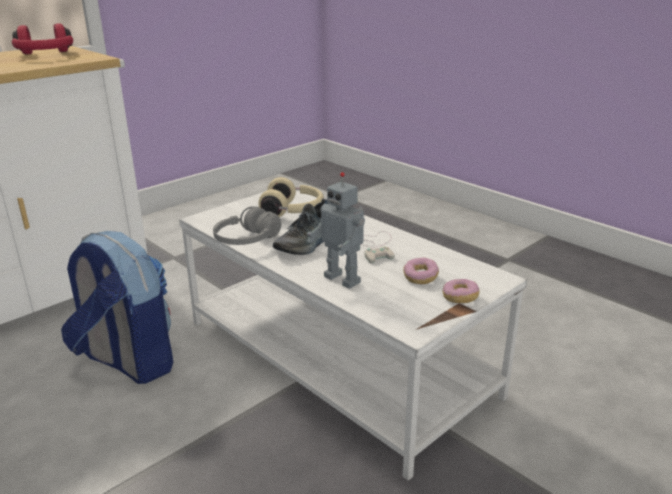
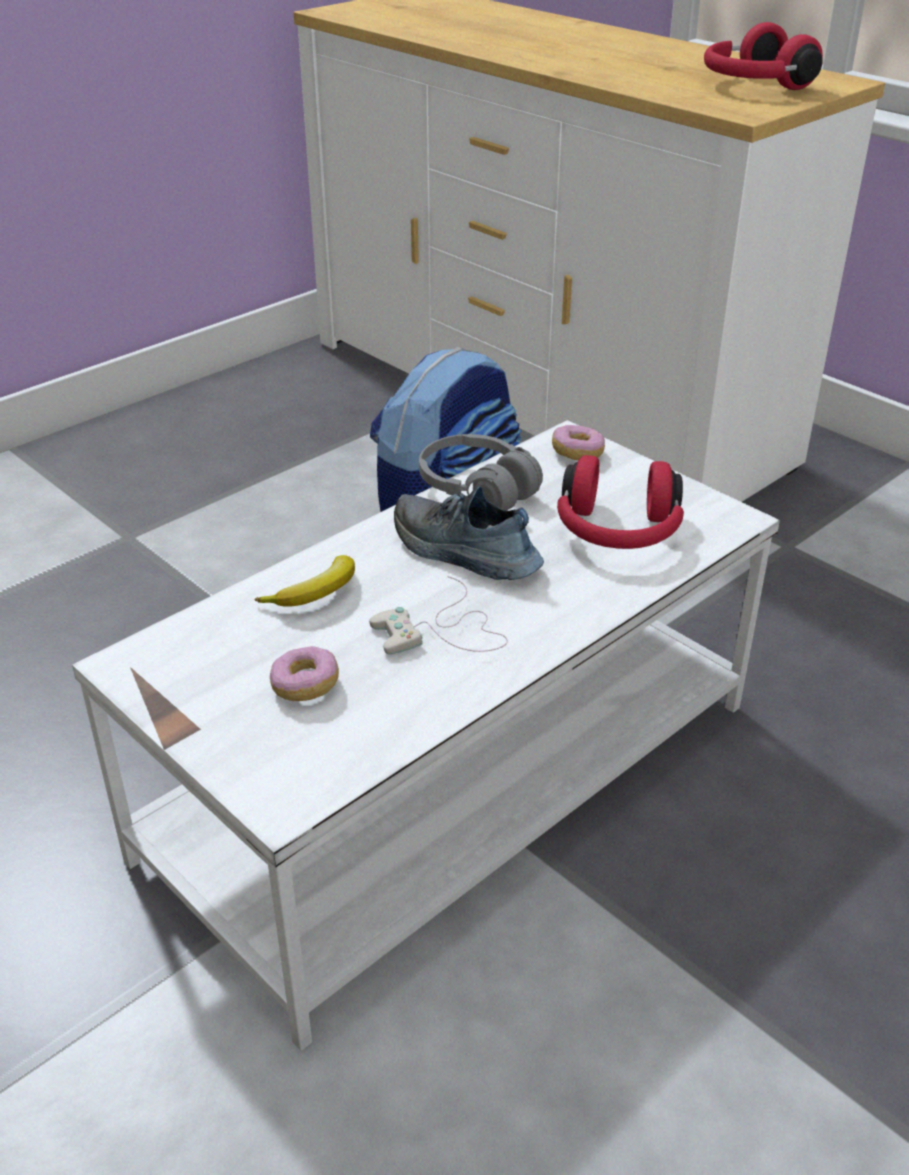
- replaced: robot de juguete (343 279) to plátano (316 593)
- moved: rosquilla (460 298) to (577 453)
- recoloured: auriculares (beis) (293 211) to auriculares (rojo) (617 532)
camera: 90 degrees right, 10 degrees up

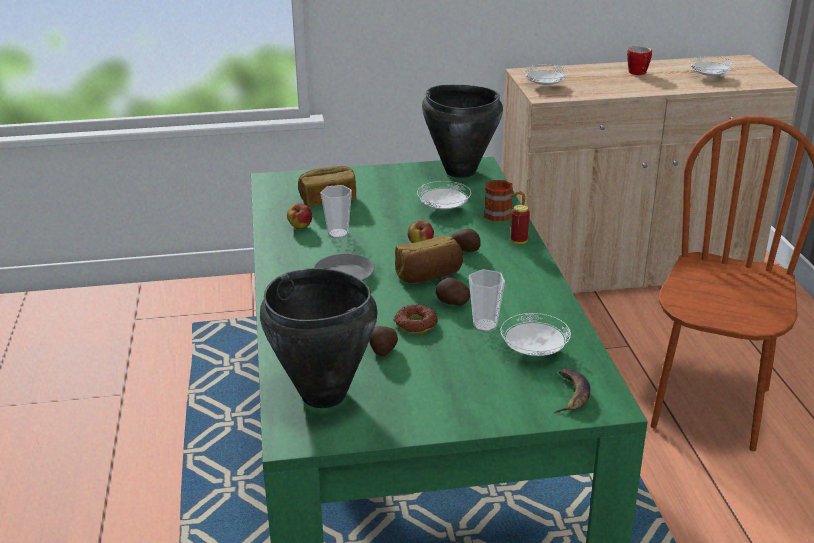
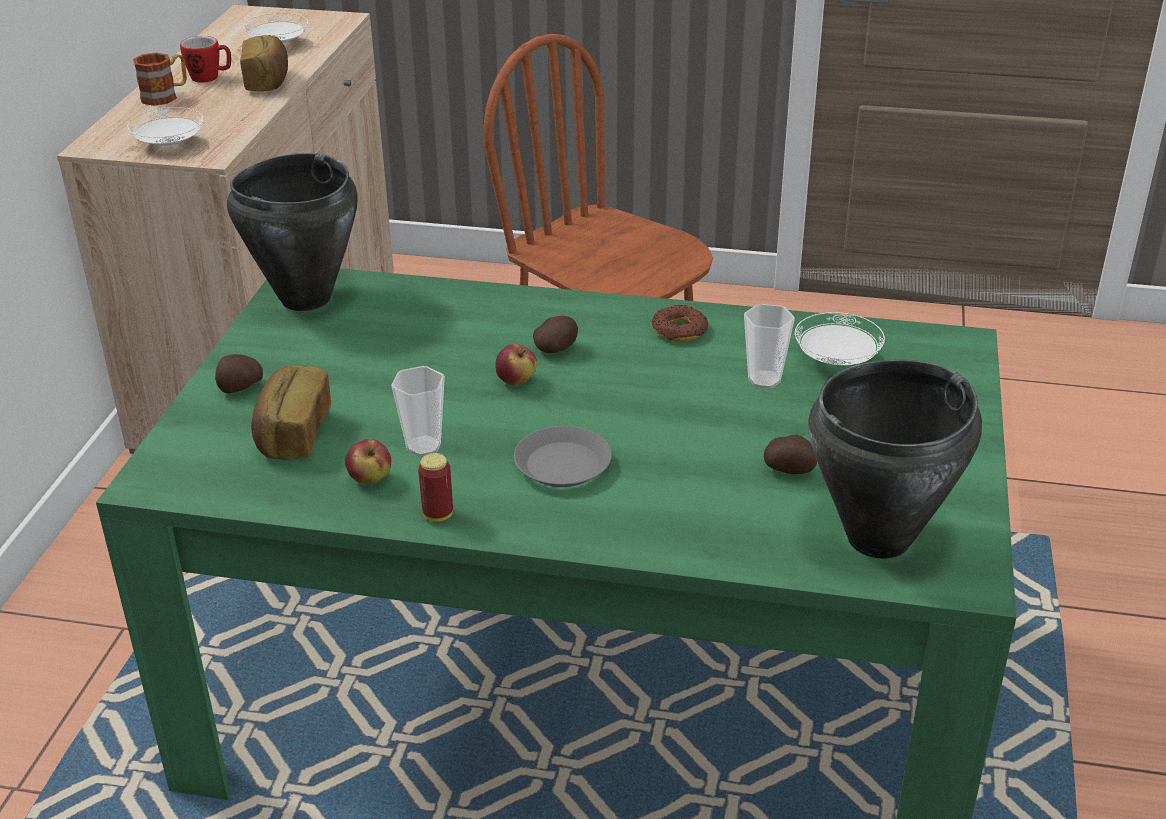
- moved: taza grande (504 216) to (165 96)
- moved: patata (452 303) to (240 388)
- moved: pan (429 275) to (268 81)
- moved: lata (519 241) to (438 514)
- moved: rosquilla (415 324) to (679 330)
- removed: plato (blanco) (443 208)
- removed: plátano (570 394)
camera: 70 degrees left, 5 degrees up

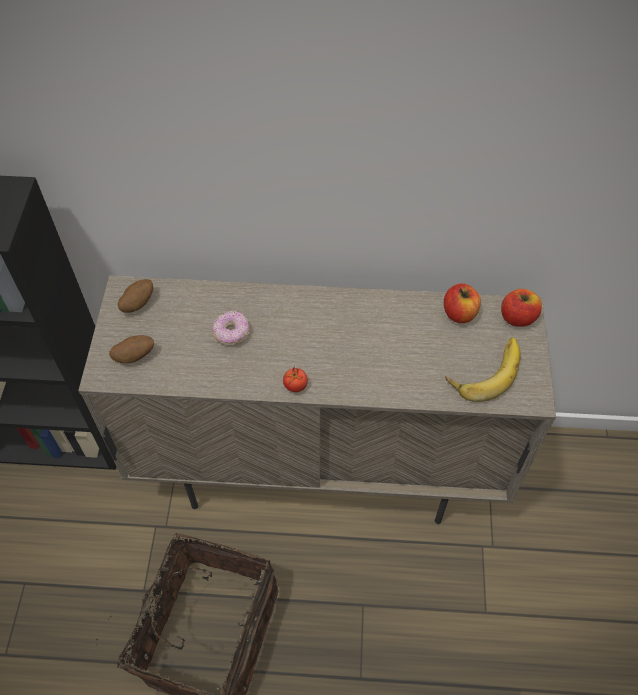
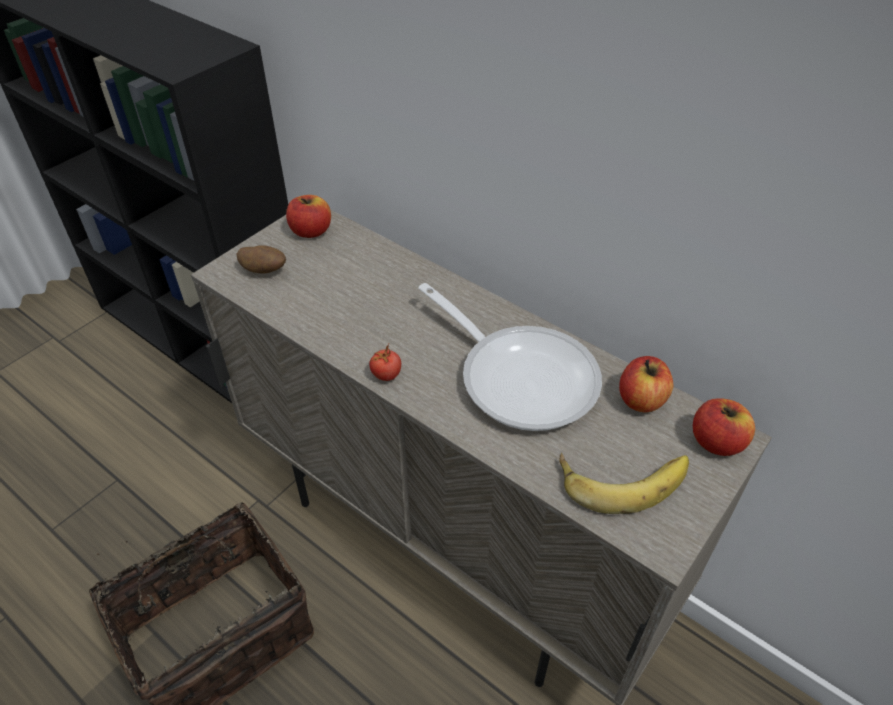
- replaced: patata (138 304) to manzana (311 231)
- added: sartén (520 376)
- removed: rosquilla (231 333)
camera: 35 degrees right, 10 degrees down

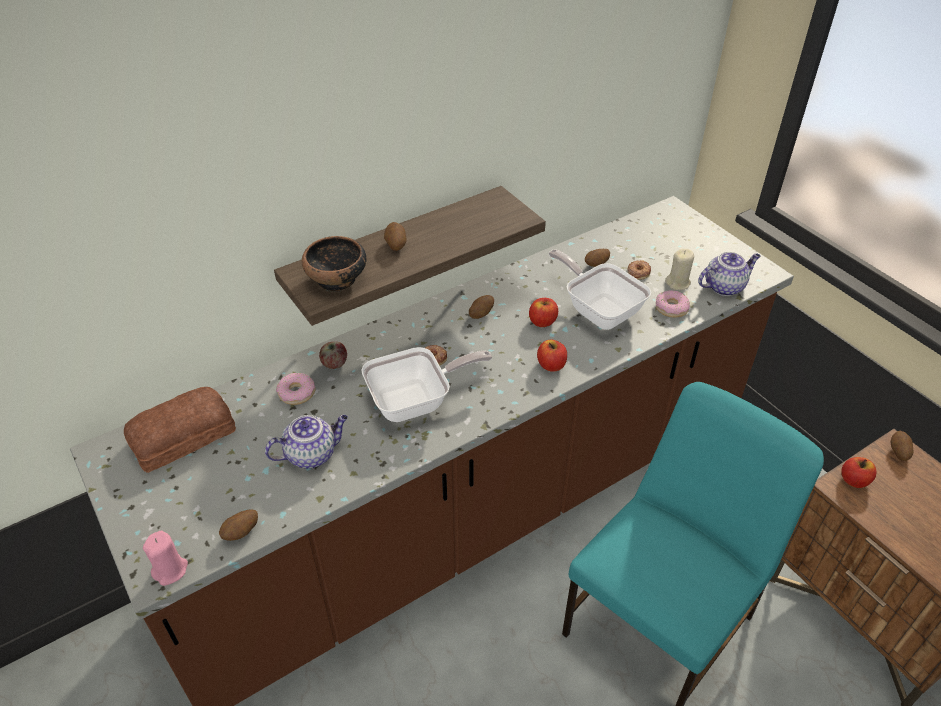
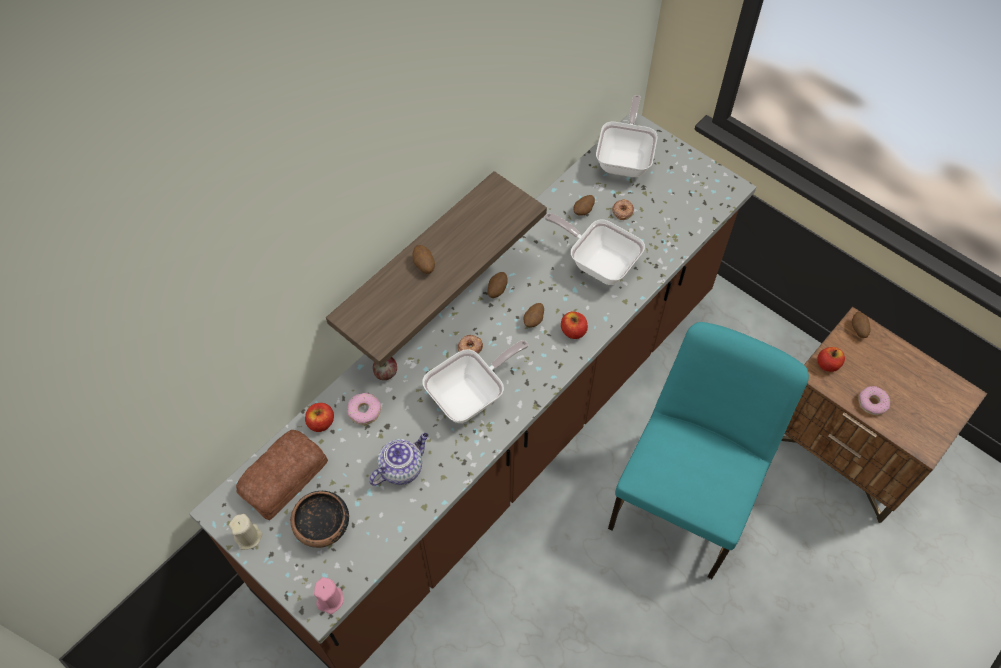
- moved: vela (beis) (678 283) to (249 537)
- moved: cuenco (337 279) to (323 527)
- moved: manzana (542 321) to (321 422)
- moved: patata (241 532) to (534 320)
- added: sartén (625 158)
- moved: rosquilla (671 308) to (872 403)
- removed: tetera (724 286)
camera: 15 degrees left, 15 degrees up

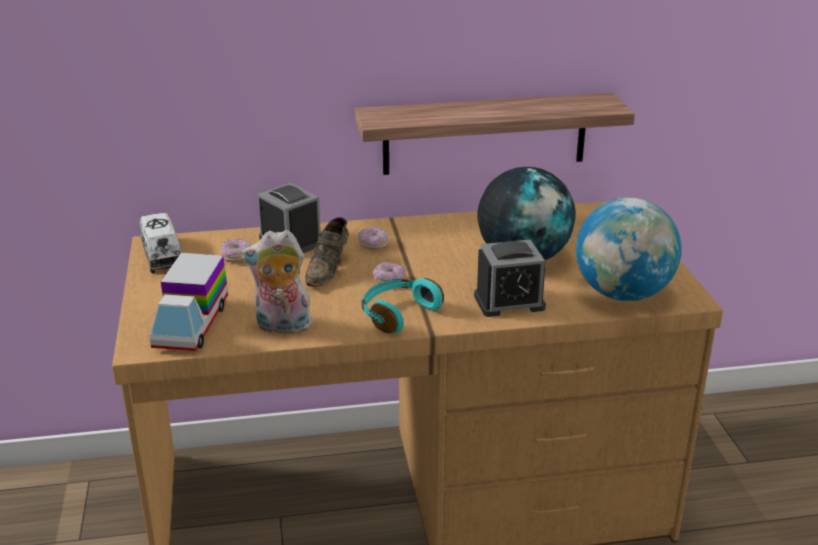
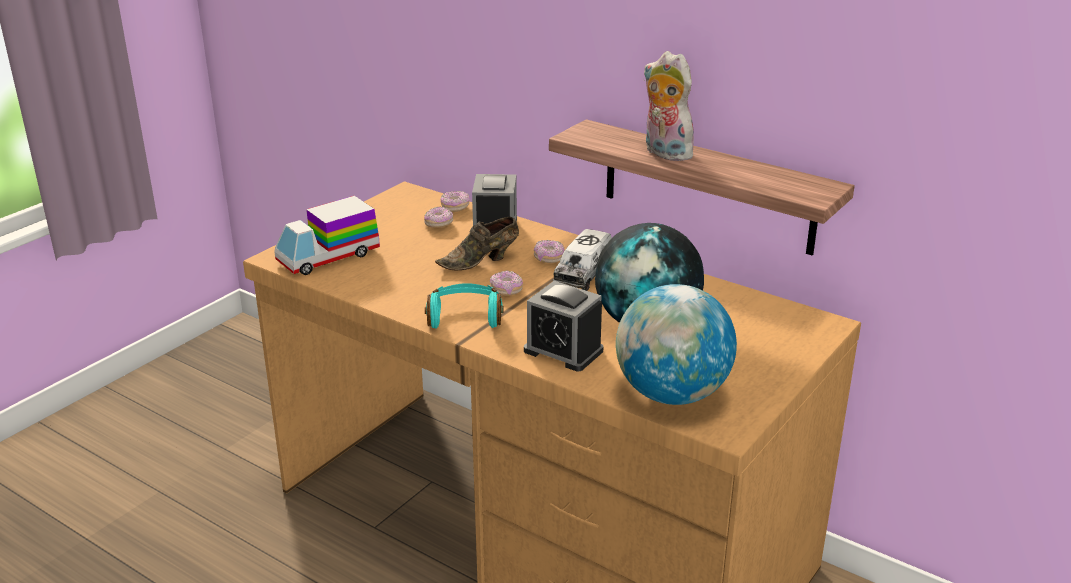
- added: rosquilla (455 207)
- moved: camión de juguete (162 255) to (583 273)
- moved: peluche (281 327) to (664 153)
camera: 45 degrees right, 0 degrees up

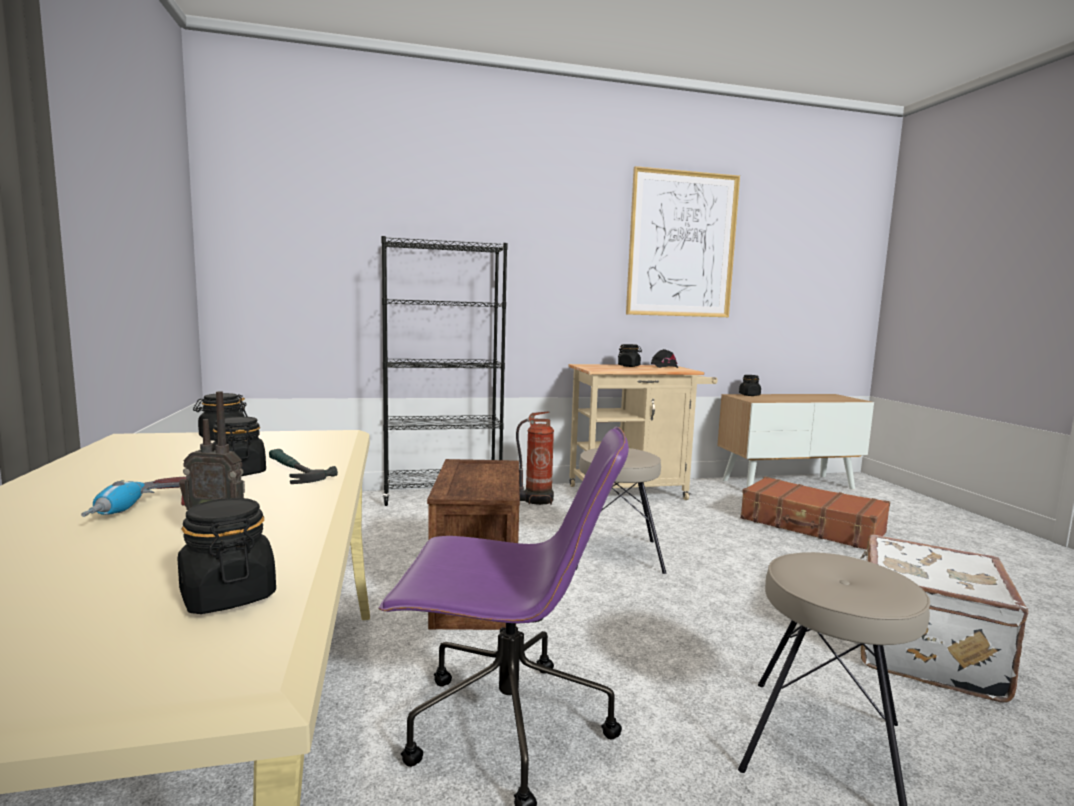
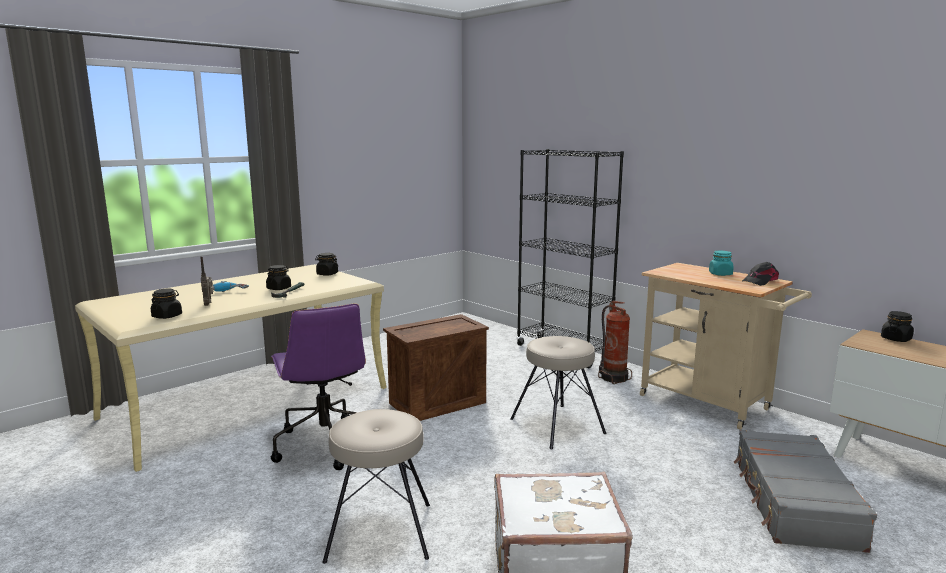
- recoloured: tarro (negro) (629 366) to tarro (turquesa) (720 274)
- recoloured: maleta (marrón) (811 526) to maleta (gris) (793 502)
- removed: cuadro (682 245)
camera: 60 degrees right, 5 degrees up

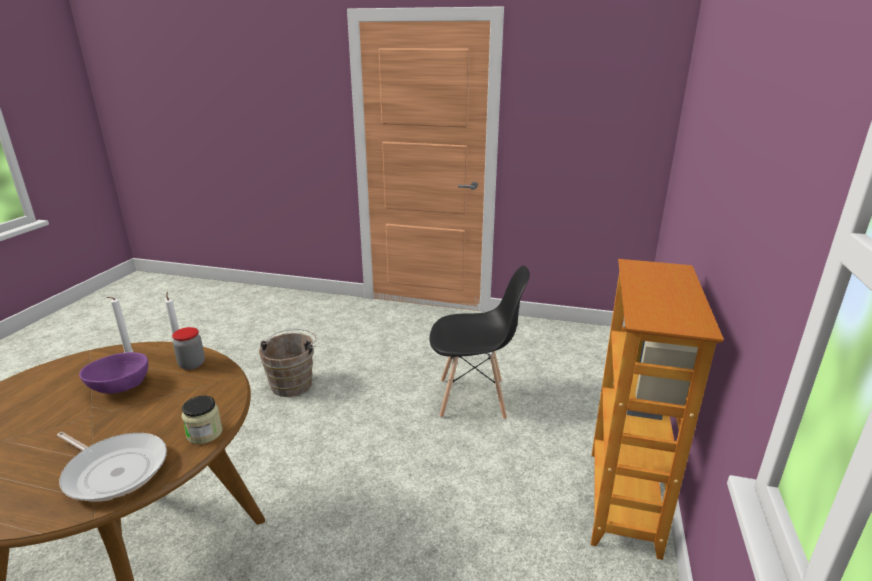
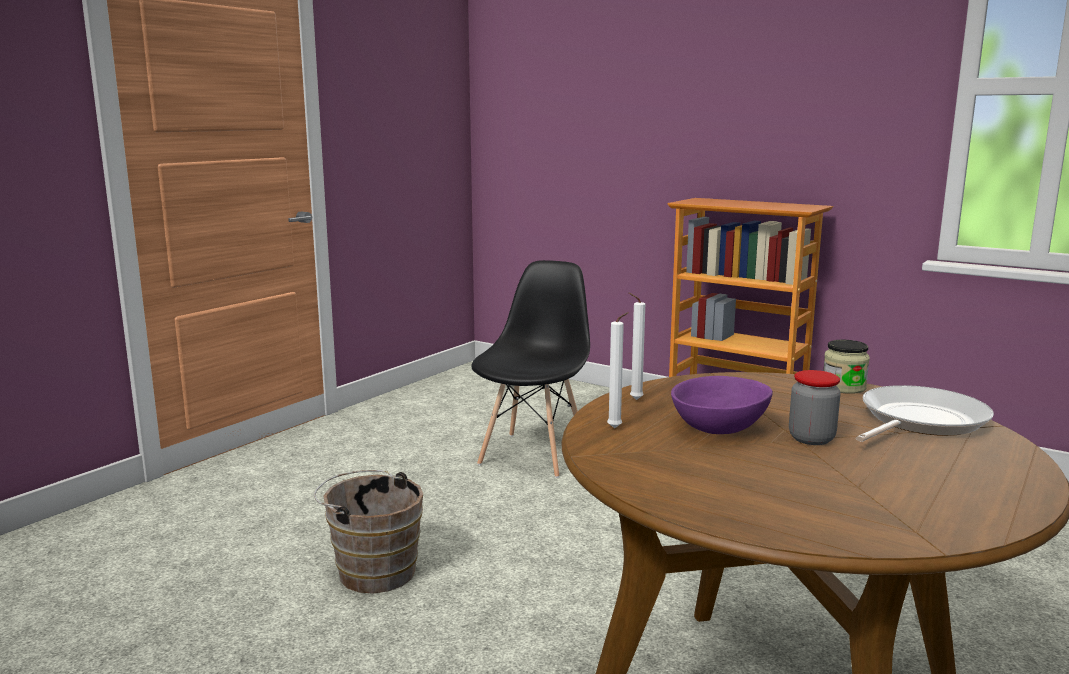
- moved: tarro (192 364) to (811 439)
camera: 70 degrees left, 10 degrees down

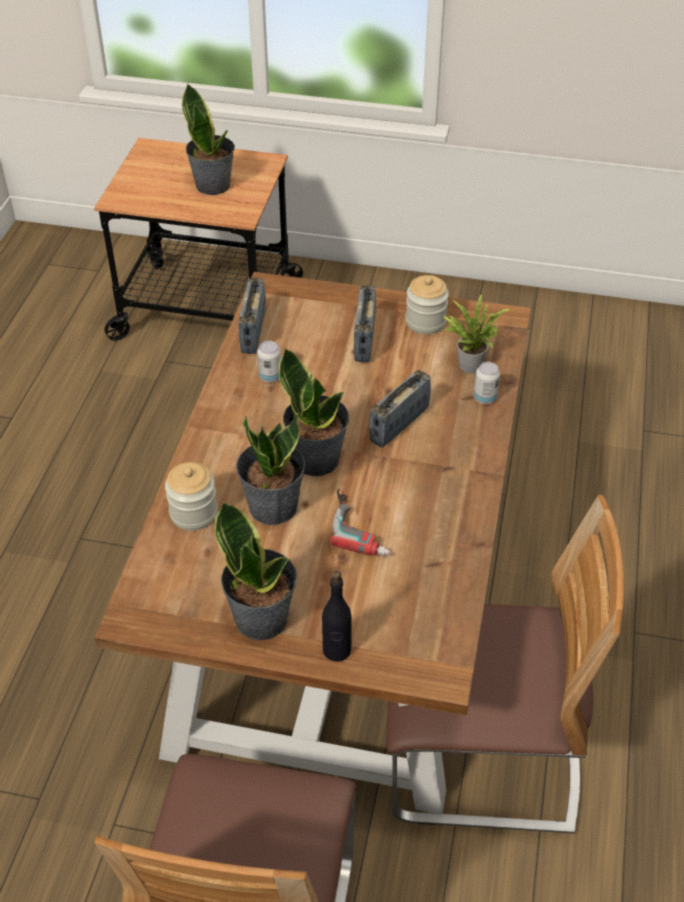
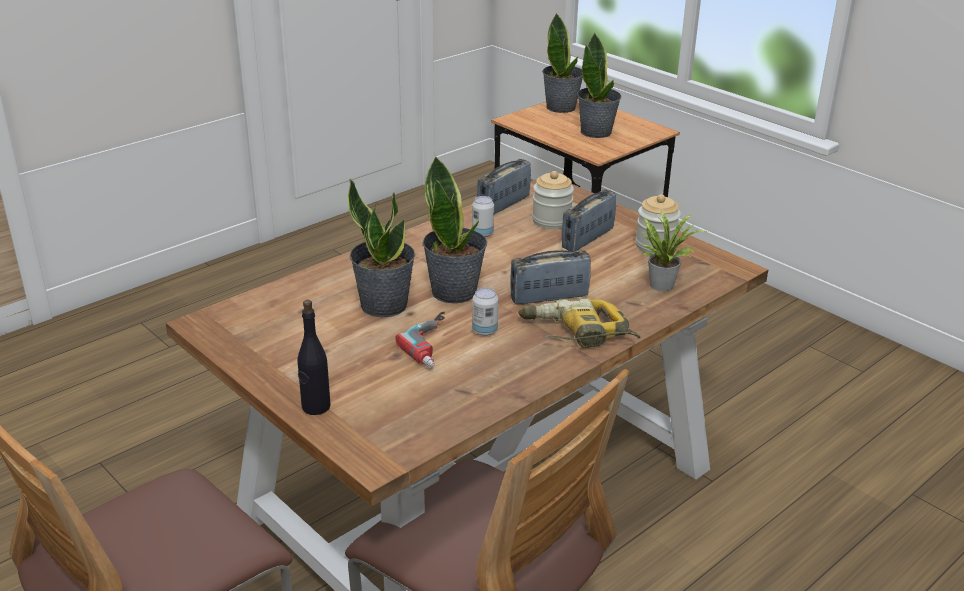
- moved: lata (484 398) to (484 331)
- added: taladro (576 334)
- moved: tarro (193 513) to (551 221)
- moved: planta en maceta (262 618) to (561 107)
camera: 35 degrees right, 15 degrees down

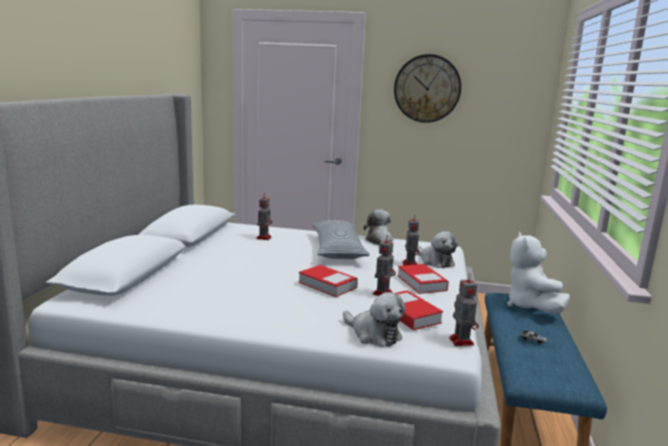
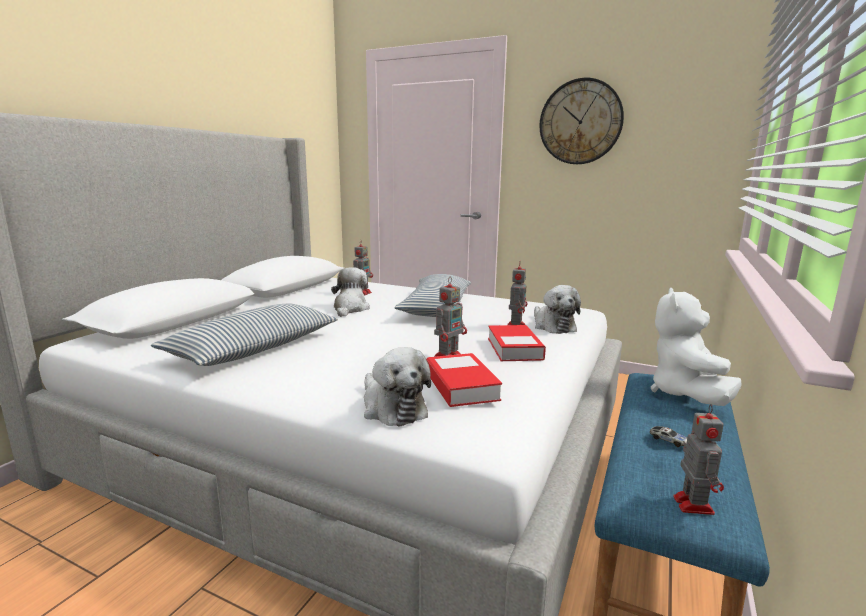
- added: cojín (254 349)
- moved: peluche (379 241) to (350 309)
- moved: robot de juguete (461 340) to (692 503)
- removed: libro (327 285)
camera: 15 degrees right, 0 degrees up

